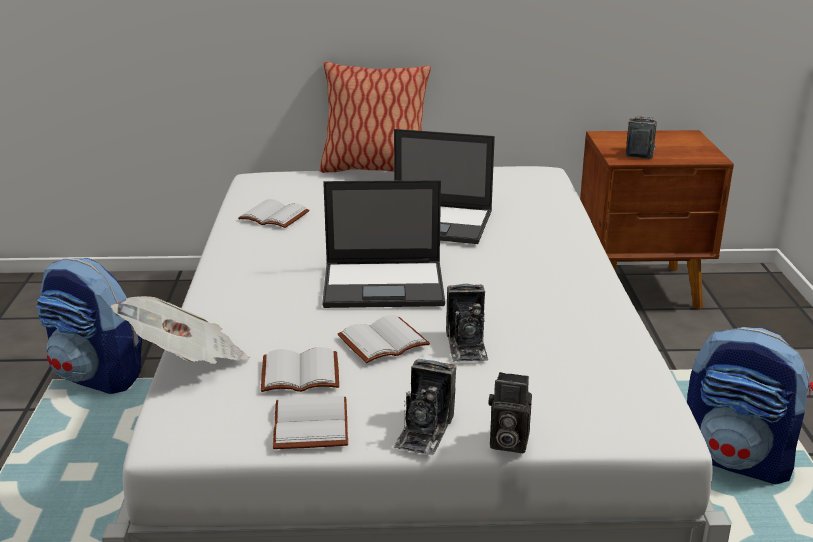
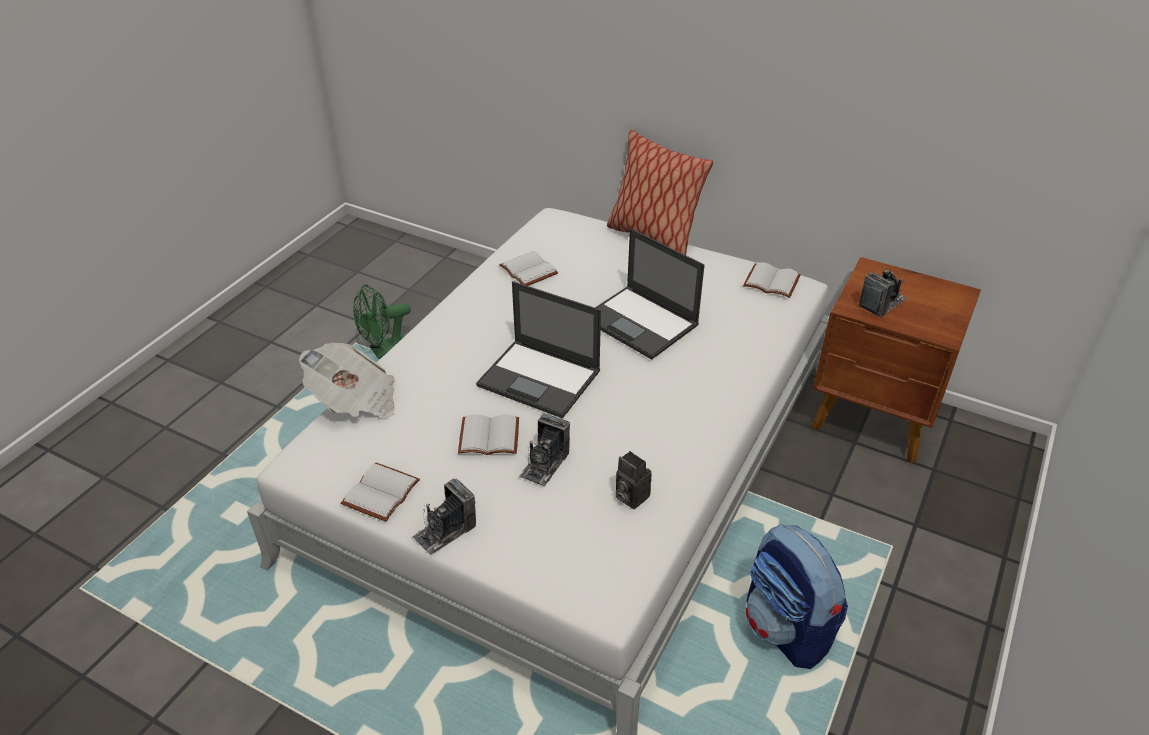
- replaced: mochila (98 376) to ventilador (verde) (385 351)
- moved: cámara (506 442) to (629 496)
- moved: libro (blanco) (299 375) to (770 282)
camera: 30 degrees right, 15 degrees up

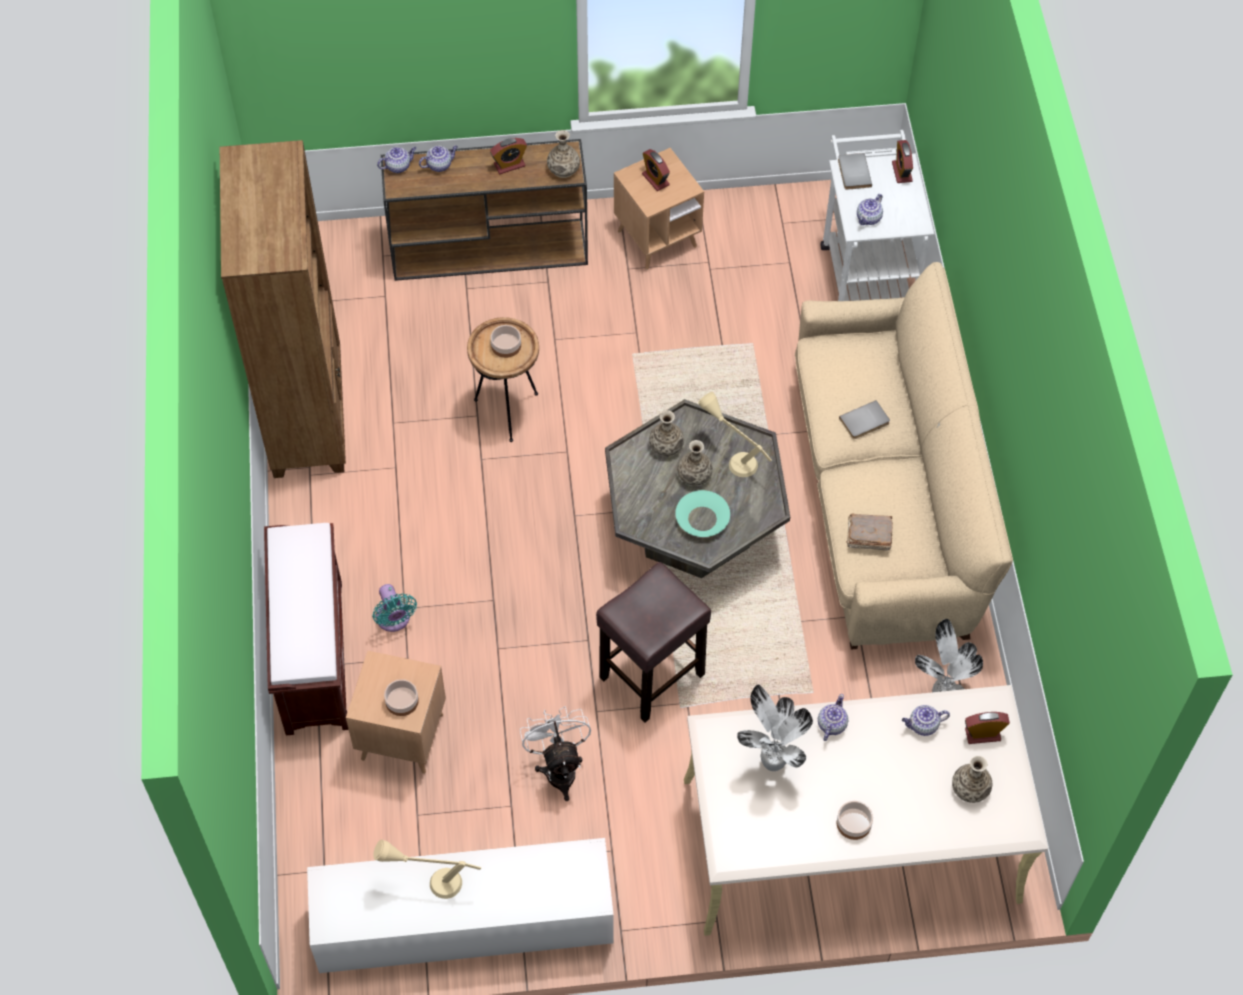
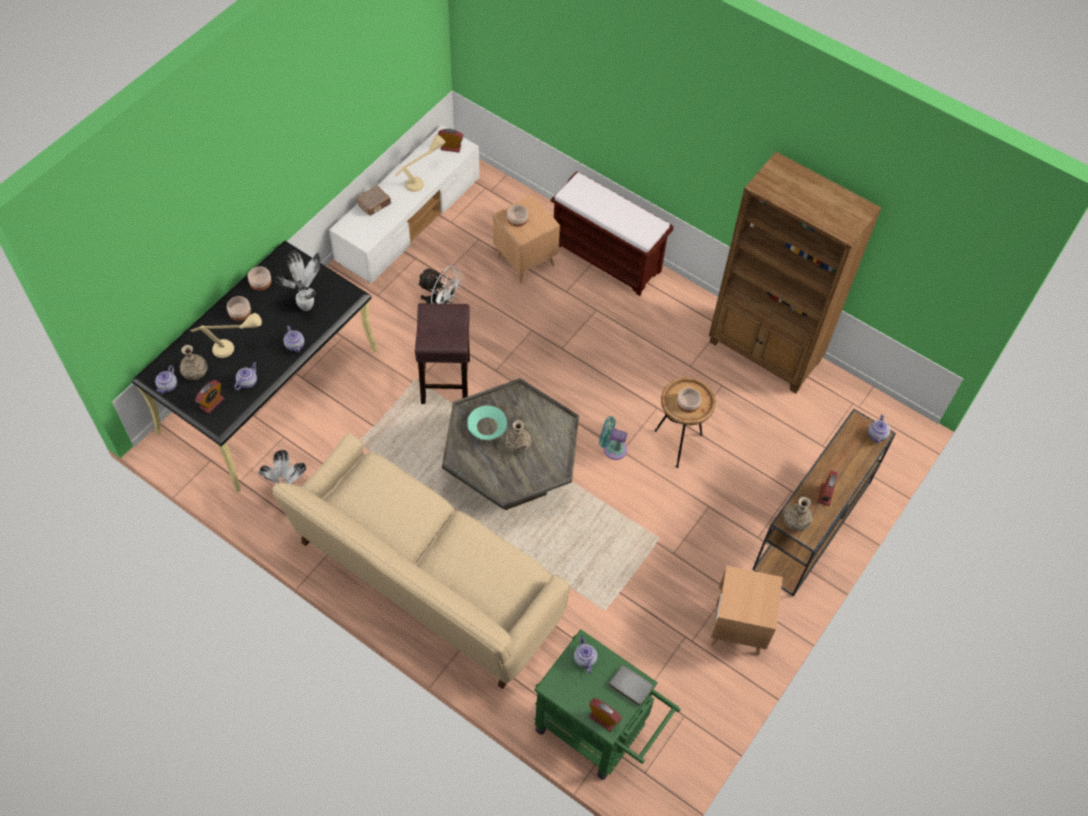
- recoloured: escritorio (beis) (849 840) to escritorio (negro) (270 390)
- moved: tetera (439 165) to (168 386)
- moved: lámpara de mesa (beis) (732 455) to (234 348)
- added: cuenco (260 281)
- moved: libro (marrón) (868 536) to (374 204)
- moved: despertador (655 179) to (450 147)
- recoloured: carrito (blanco) (865 269) to carrito (verde) (598 732)
- moved: ventilador (turquesa) (394 620) to (612 448)
- removed: florero (666 446)
- removed: libro (gris) (865 422)
camera: 130 degrees right, 0 degrees up

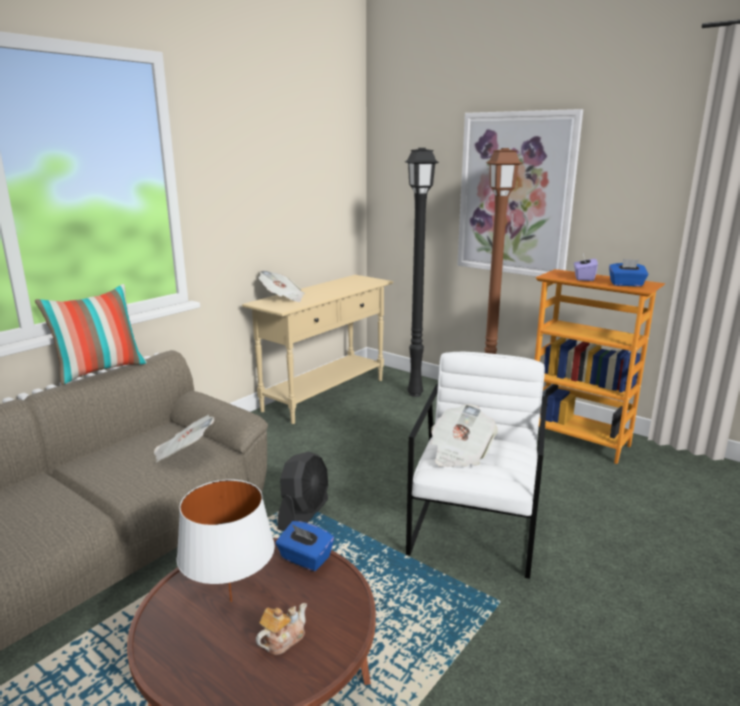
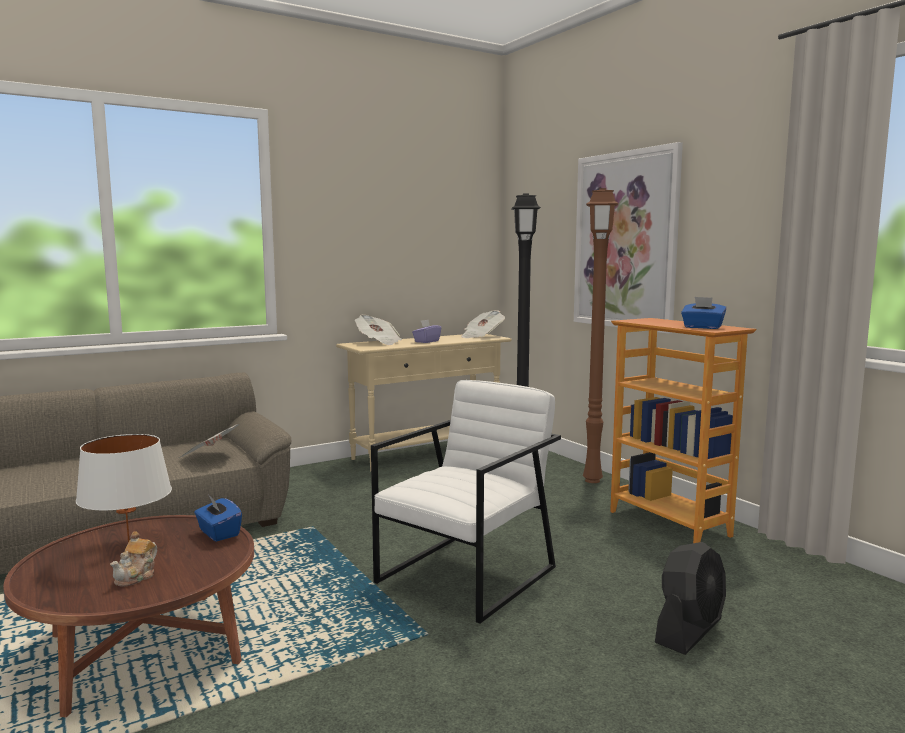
- turned: tetera (282 639) = (136 576) 135 degrees clockwise
- moved: caja de pañuelos (morado) (583 278) to (426 341)
- moved: periódico (460 453) to (481 336)
- moved: ventilador (negro) (304 514) to (689 631)
- removed: cojín (100 371)
camera: 20 degrees right, 10 degrees down

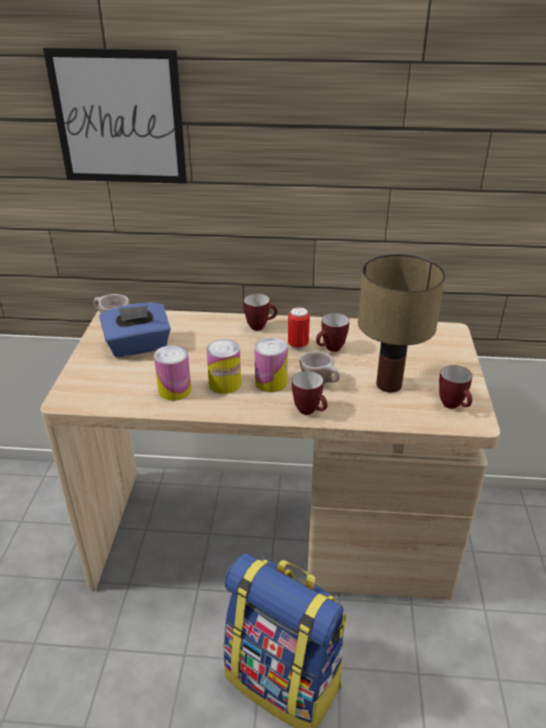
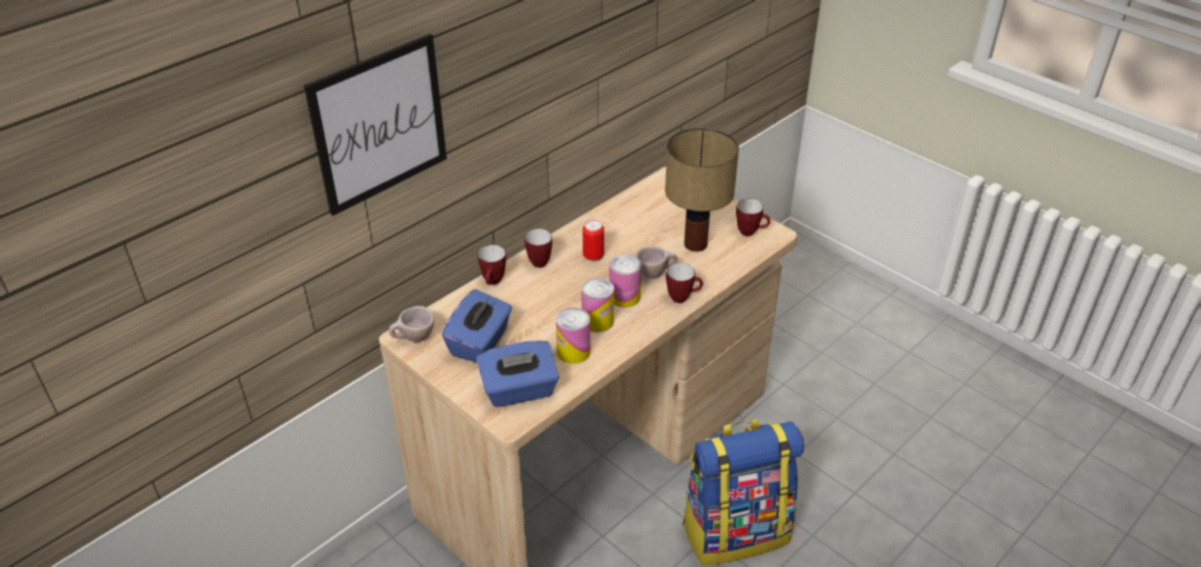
- added: caja de pañuelos (azul) (519 391)
- moved: taza grande (330 349) to (493 283)
camera: 50 degrees left, 5 degrees up

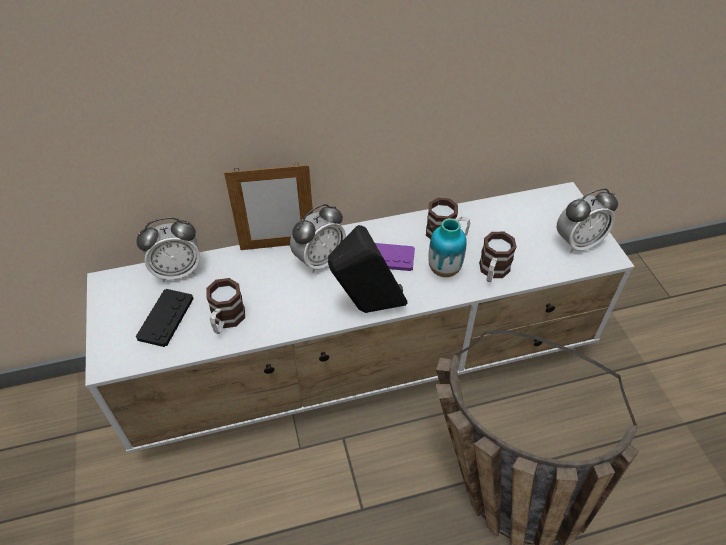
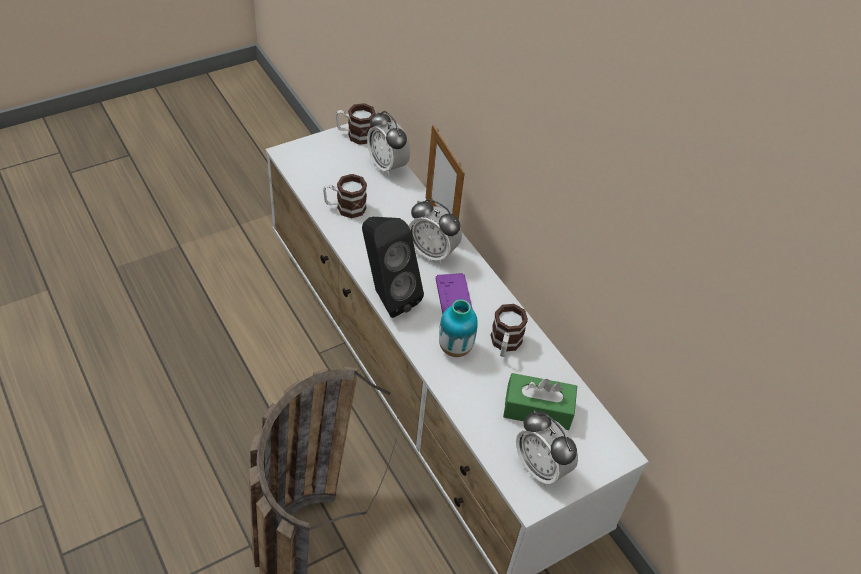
- moved: taza grande (492 272) to (355 135)
- added: caja de pañuelos (verde) (537 409)
- removed: mando de consola (negro) (166 318)
camera: 70 degrees right, 0 degrees up

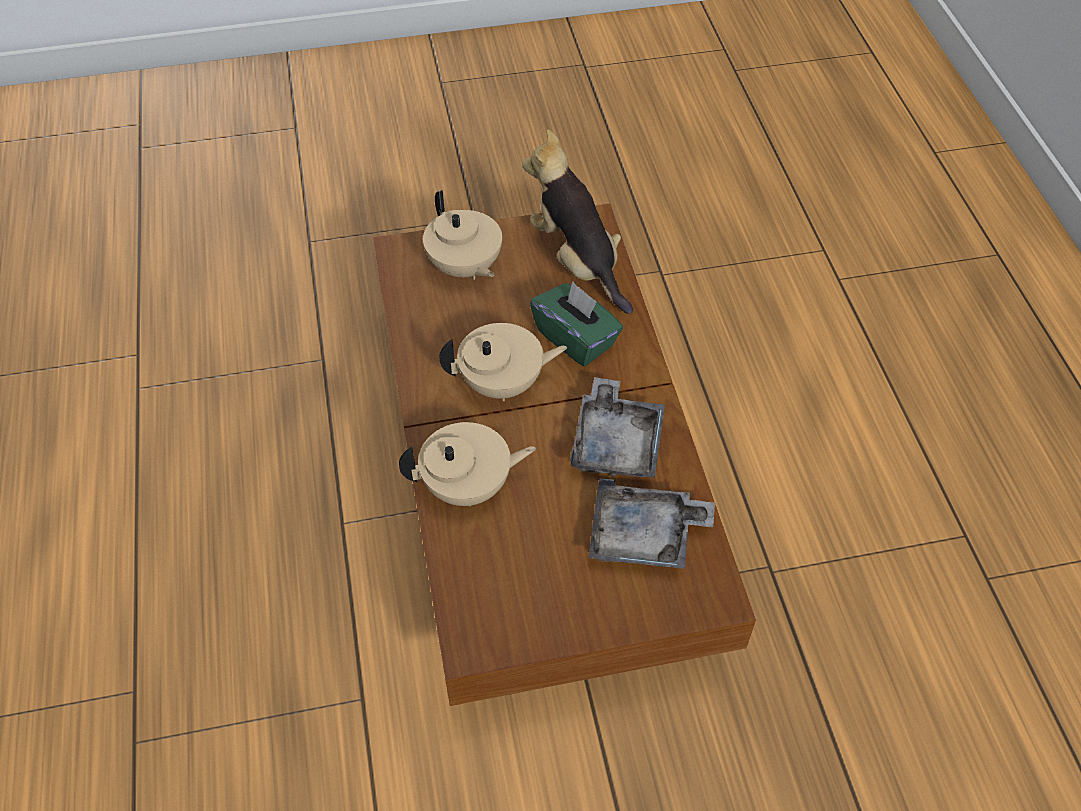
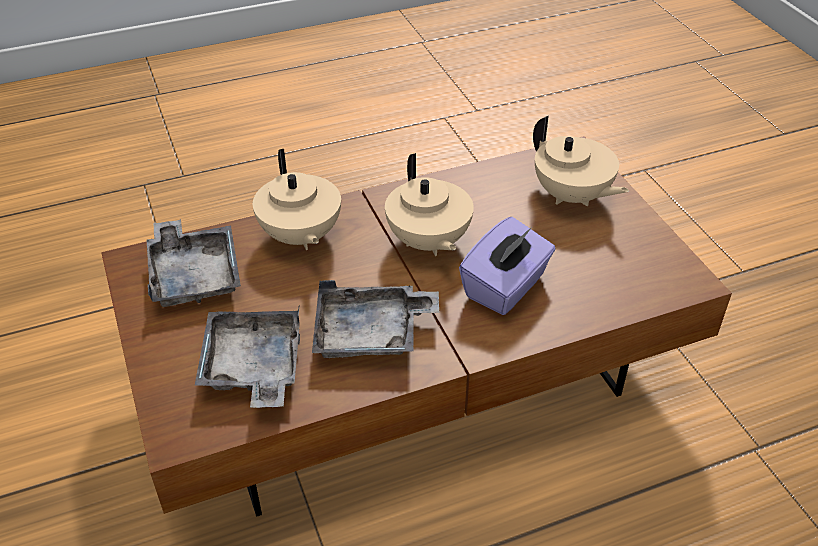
- added: bandeja (gris) (194 275)
- recoloured: caja de pañuelos (verde) (576 338) to caja de pañuelos (morado) (505 287)
- turned: tetera (beis) (464 267) = (571 196) 90 degrees counterclockwise
- removed: peluche (578 261)
camera: 80 degrees right, 10 degrees down

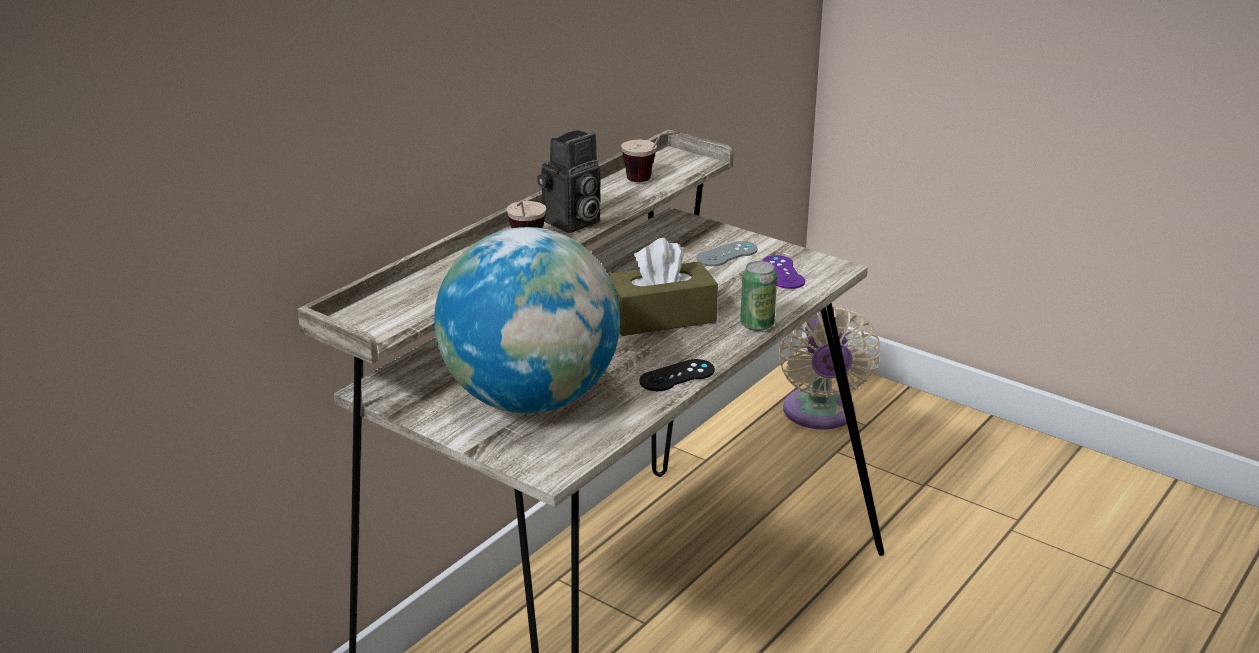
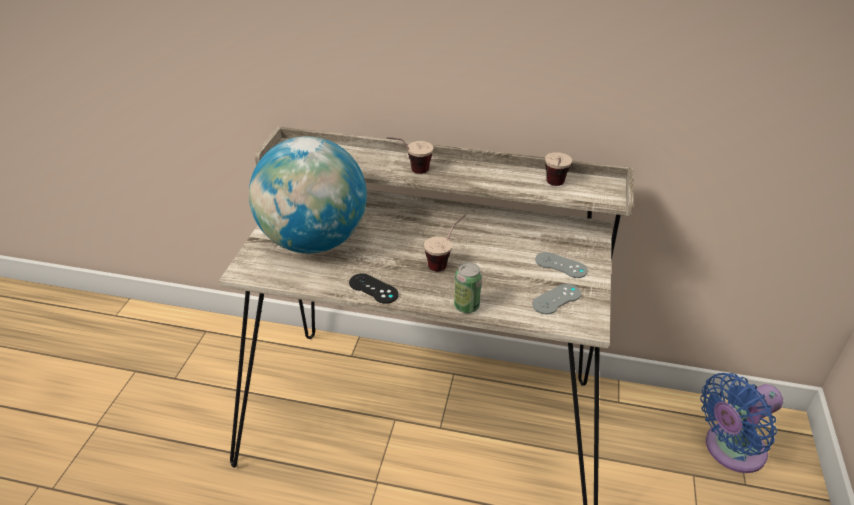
- replaced: caja de pañuelos (marrón) (661 317) to taza (445 261)
- recoloured: mando de consola (morado) (783 272) to mando de consola (gris) (556 299)
- recoloured: ventilador (beis) (819 415) to ventilador (azul) (730 450)
- removed: cámara (571 223)
camera: 65 degrees right, 10 degrees up

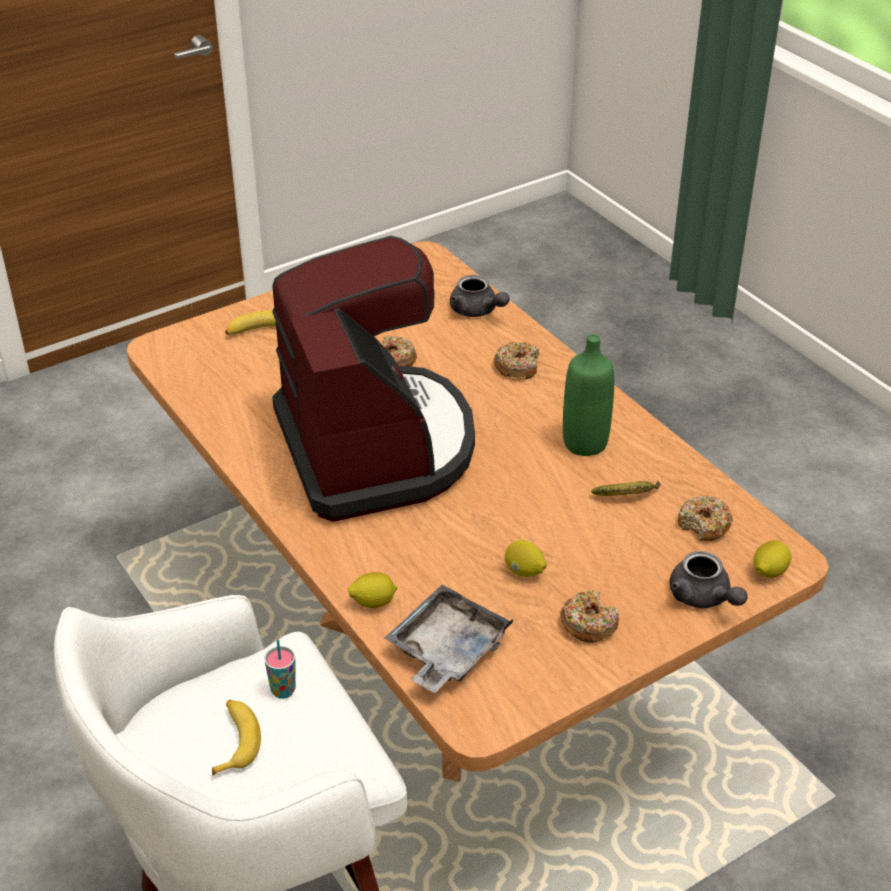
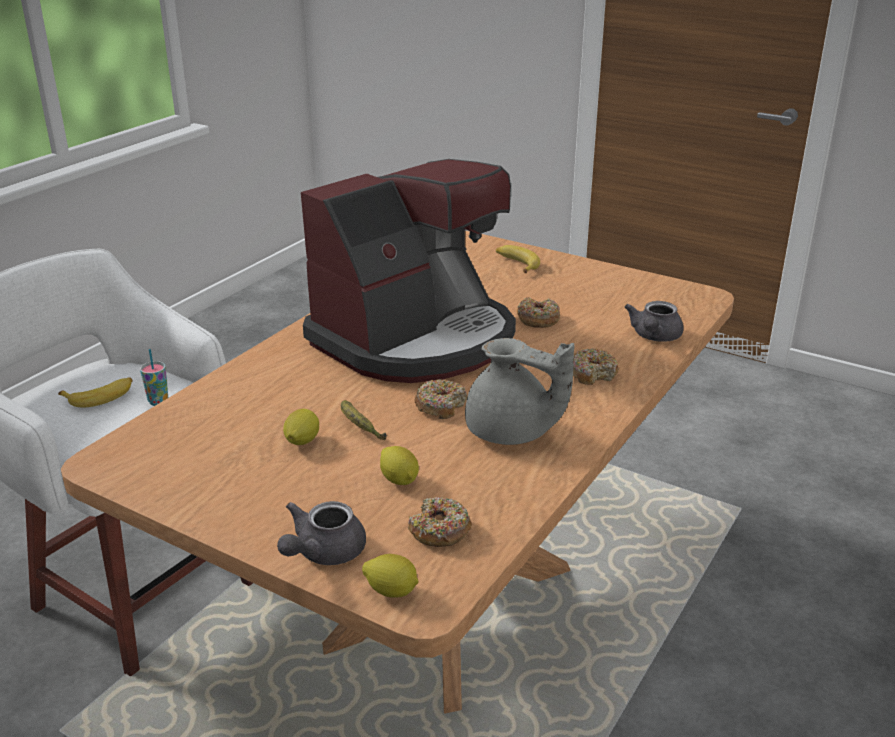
- moved: plátano (628 496) to (359 427)
- moved: limón (373 602) to (399 479)
- moved: rosquilla (588 624) to (440 406)
- replaced: botella (verde) (585 443) to tetera (gris) (511 433)
- removed: bandeja (gris) (446 651)
camera: 65 degrees right, 10 degrees down

